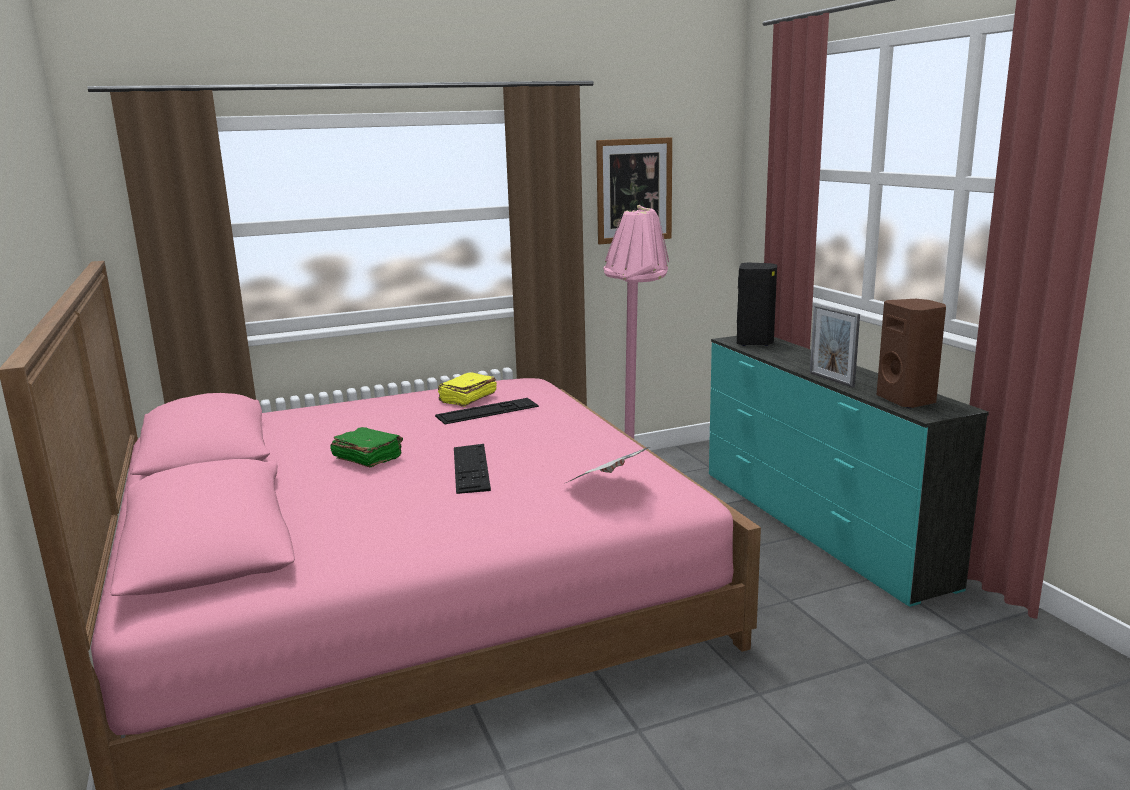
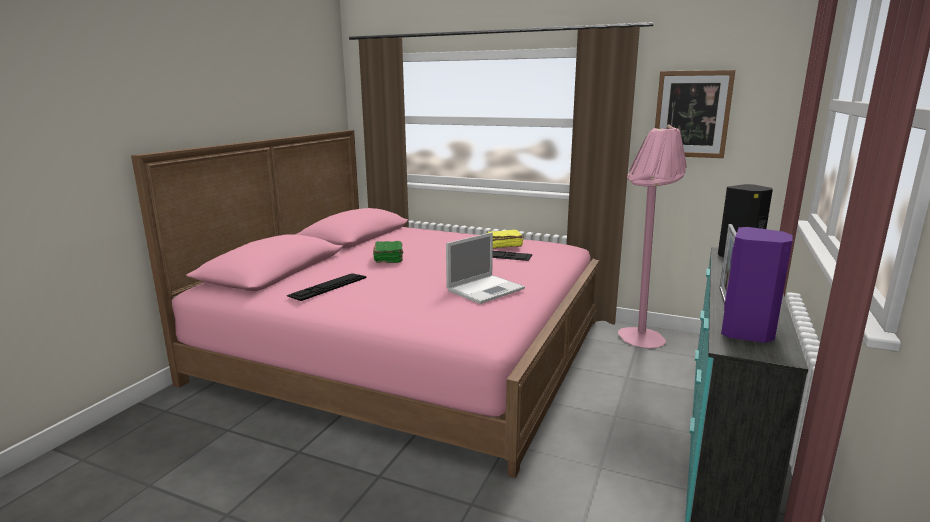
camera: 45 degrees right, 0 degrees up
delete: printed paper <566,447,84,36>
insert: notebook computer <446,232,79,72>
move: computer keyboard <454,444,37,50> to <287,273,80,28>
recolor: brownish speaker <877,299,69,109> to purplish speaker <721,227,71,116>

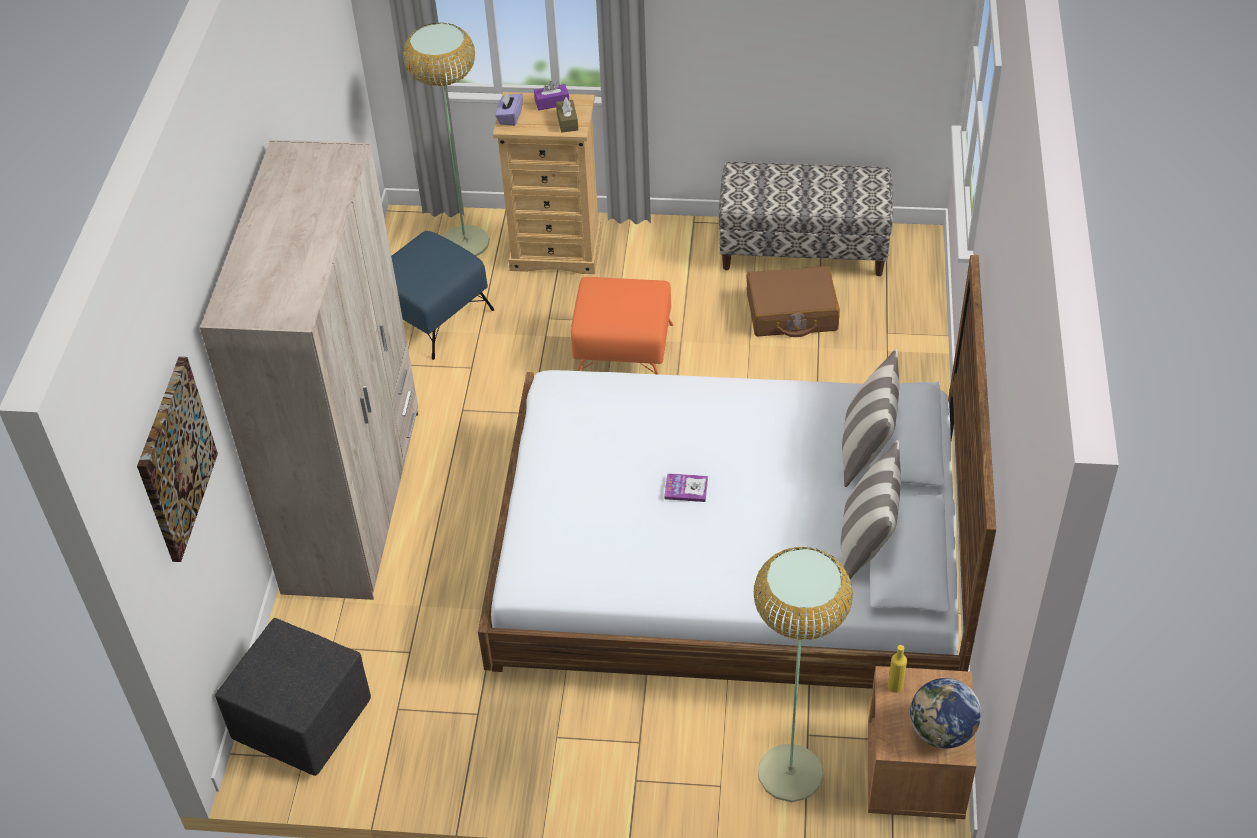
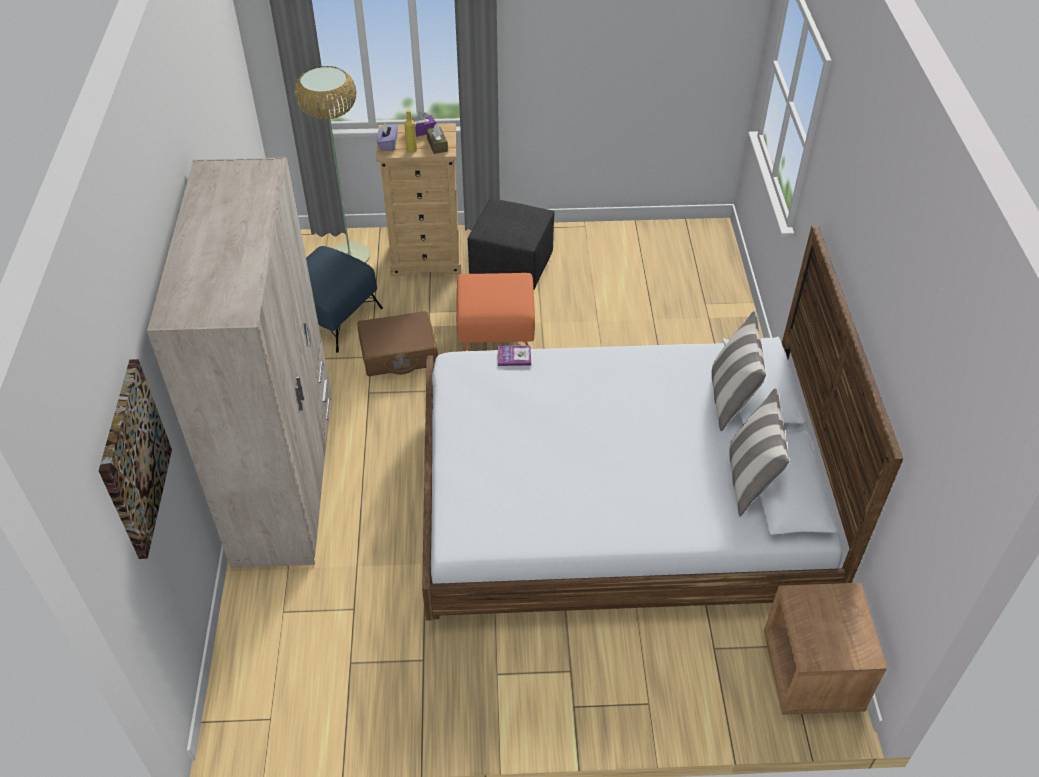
camera: 10 degrees left, 0 degrees up
delete: bench <719,162,174,114>; floor lamp <753,547,100,255>; world globe <910,678,71,70>
move: blackish pouffe <215,618,156,158> to <468,198,87,91>; volume <664,473,44,29> to <498,345,33,21>; brownish travel case <746,266,94,71> to <357,311,81,65>; yellow bottle <888,645,19,48> to <404,110,13,43>

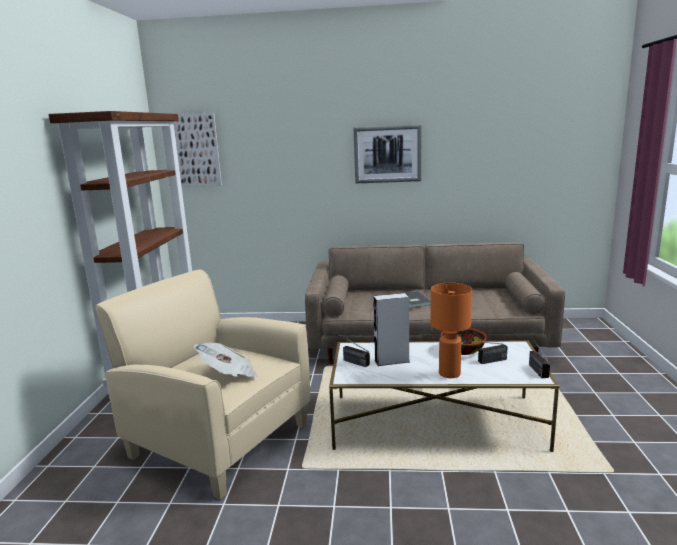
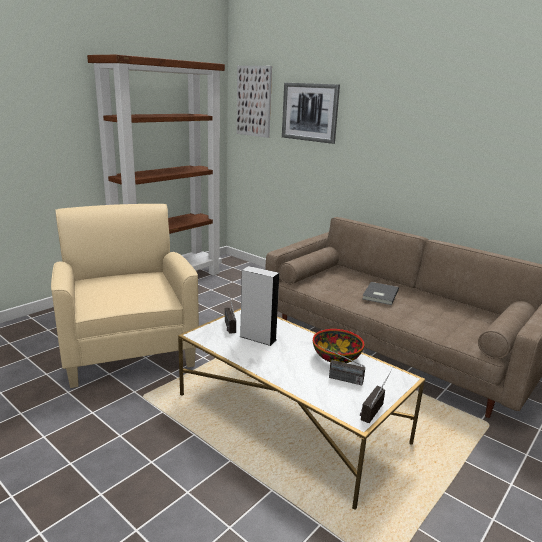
camera: 35 degrees right, 5 degrees up
delete: printed paper <194,343,63,34>; orange-coloured lamp for a table <431,283,41,95>
move: picture <354,125,67,58> to <282,83,58,61>

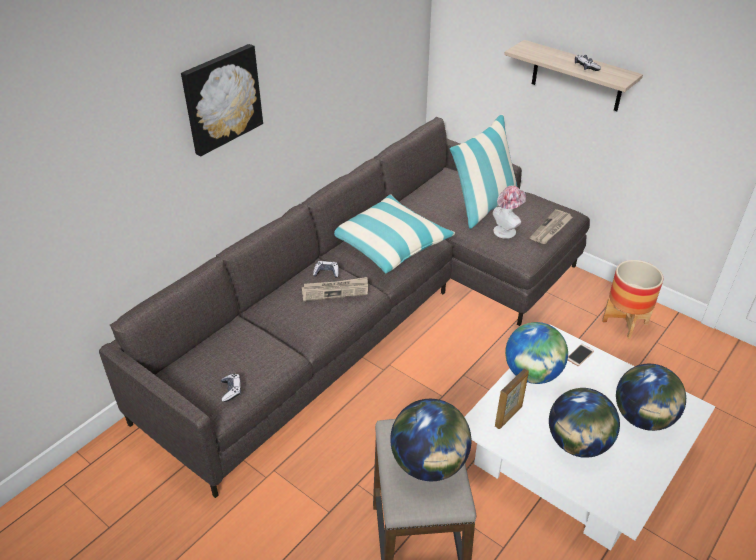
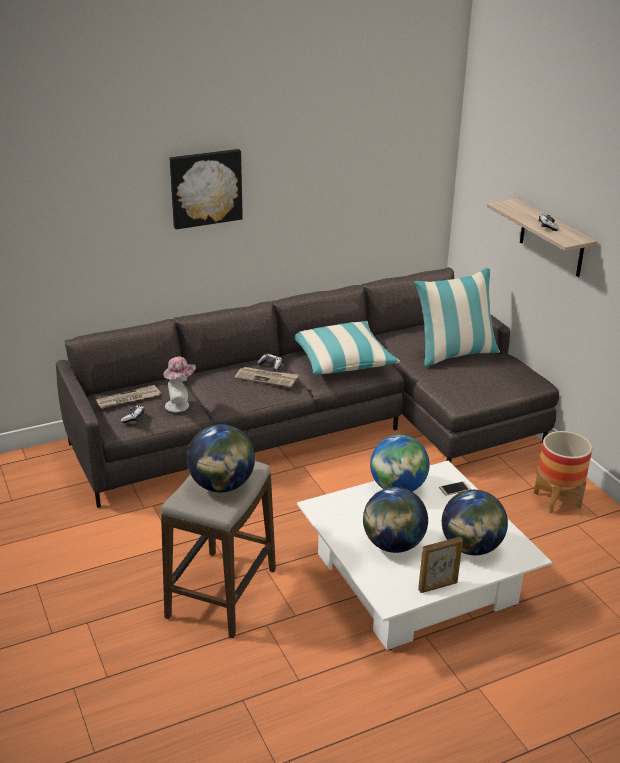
camera: 25 degrees right, 10 degrees down
move: wearable hat <493,186,33,53> to <164,356,32,57>; standing frame <495,368,34,61> to <418,537,45,56>; printed paper <530,209,43,35> to <96,385,65,24>

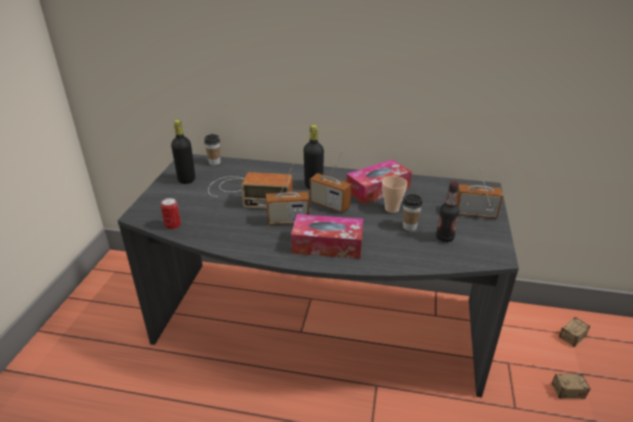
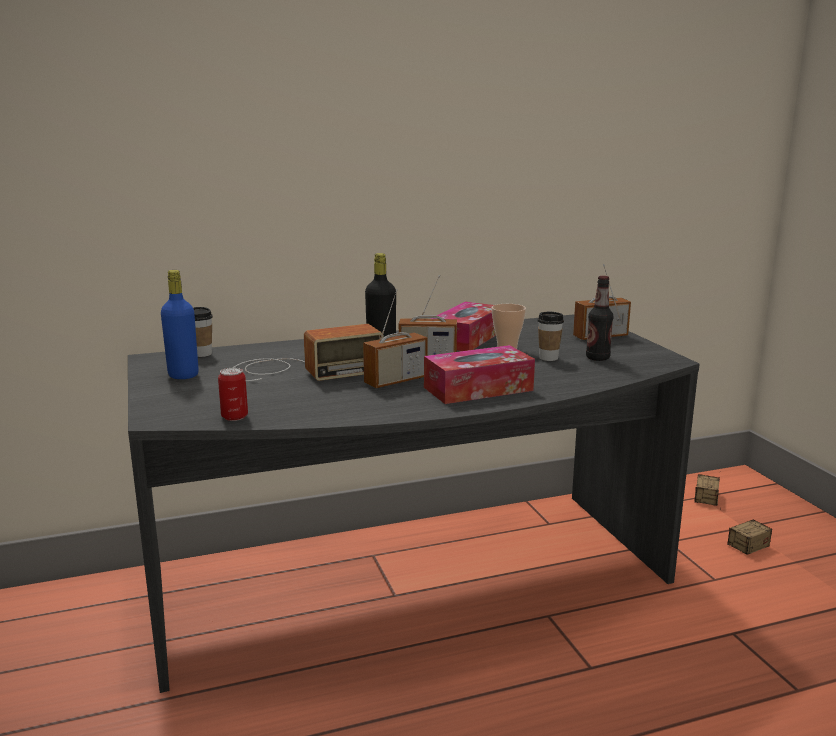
camera: 30 degrees left, 15 degrees down
recolor: blackish bottle <171,120,24,64> to blue bottle <161,270,38,109>

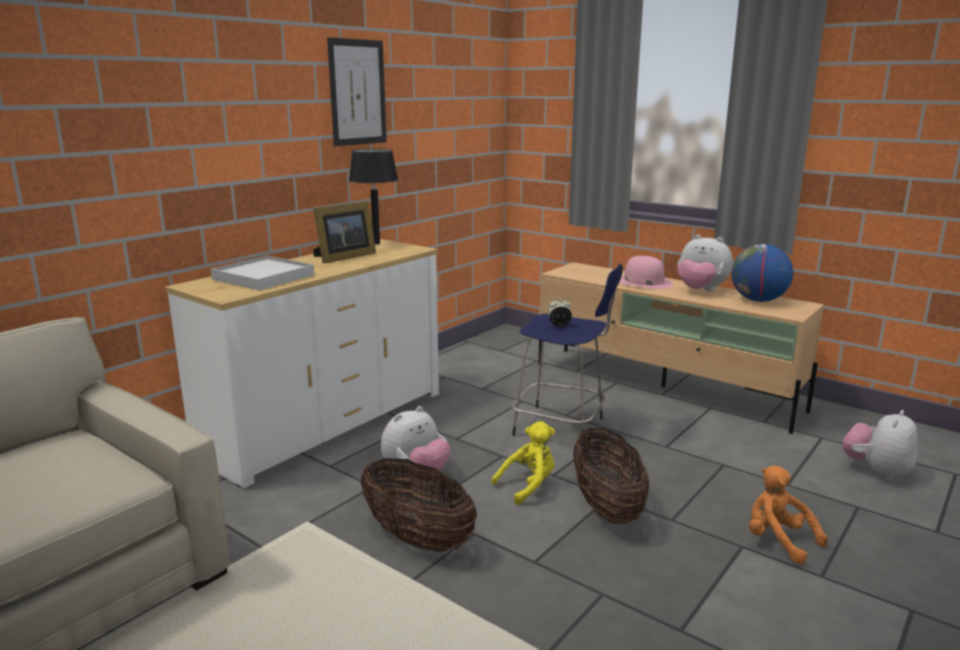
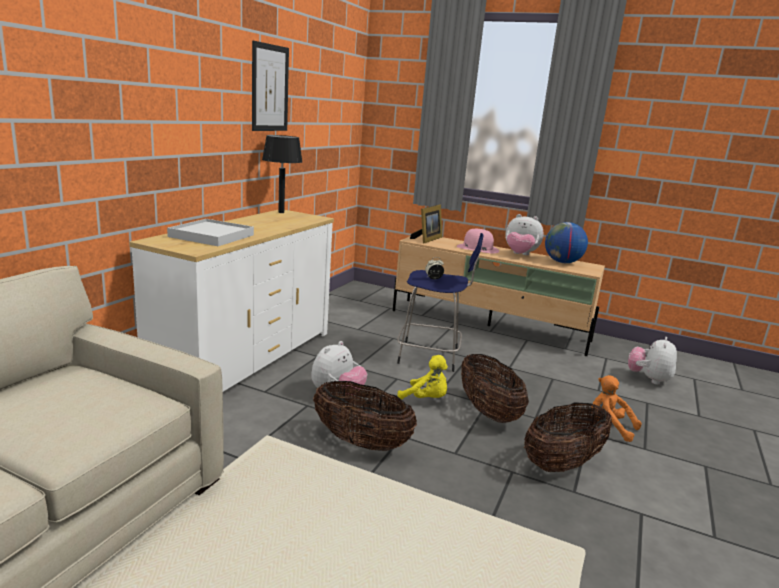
camera: 15 degrees left, 0 degrees up
insert: storage basket <524,402,88,70>
move: standing frame <313,201,63,63> to <410,204,32,40>
rotate: yellow plush toy <491,421,64,84> = <397,355,51,45> 75 degrees clockwise

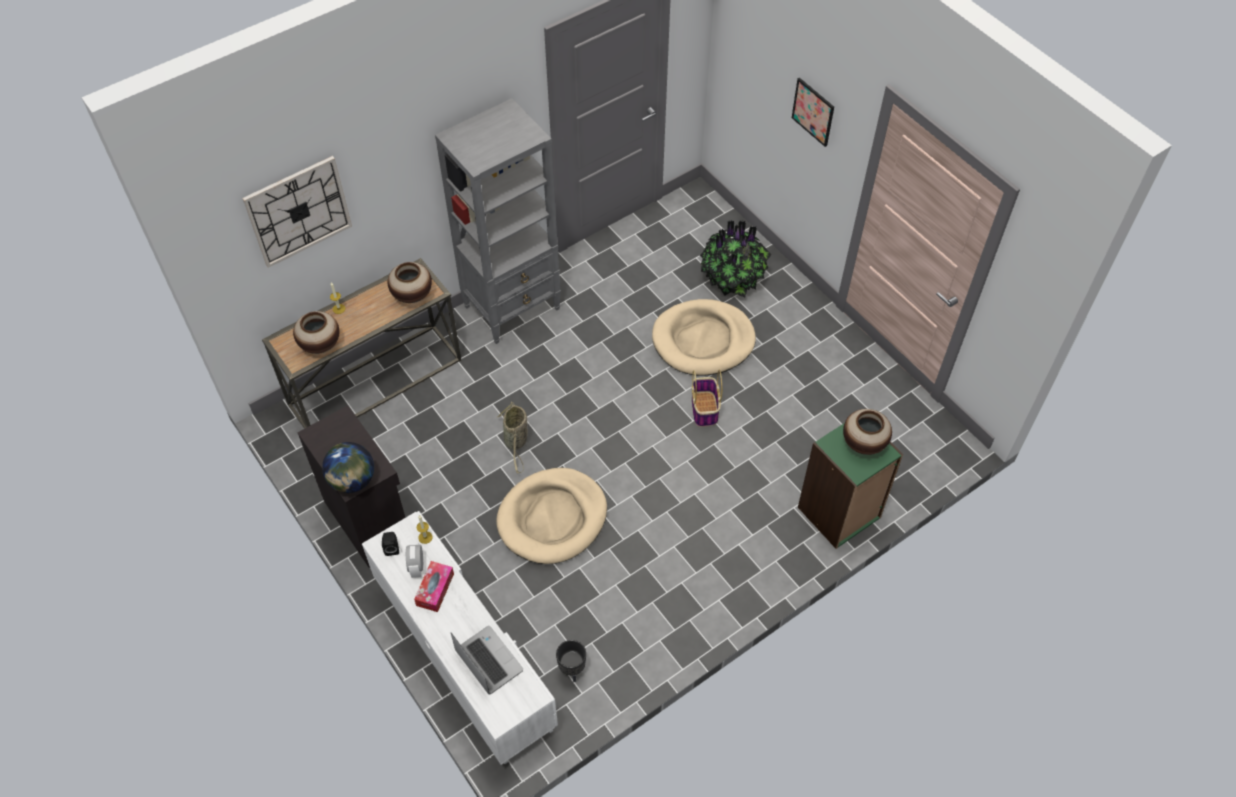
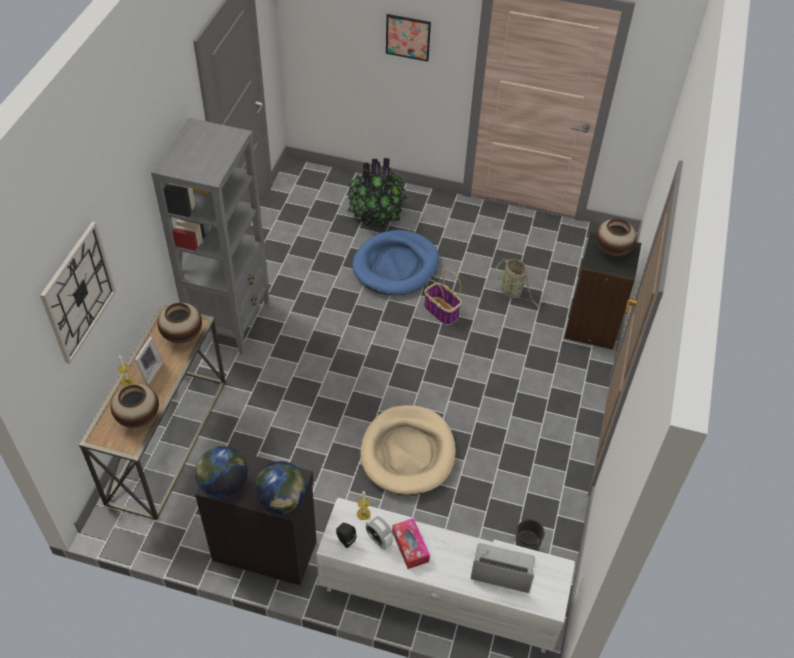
camera: 40 degrees left, 5 degrees down
insert: standing frame <135,337,28,48>; world globe <195,446,53,53>
move: storage basket <497,402,31,71> to <487,259,53,49>
recolor: sand-coloured dog bed <652,299,104,77> to blue dog bed <352,230,87,65>; green bookcase <798,423,105,126> to blackish bookcase <564,232,78,118>

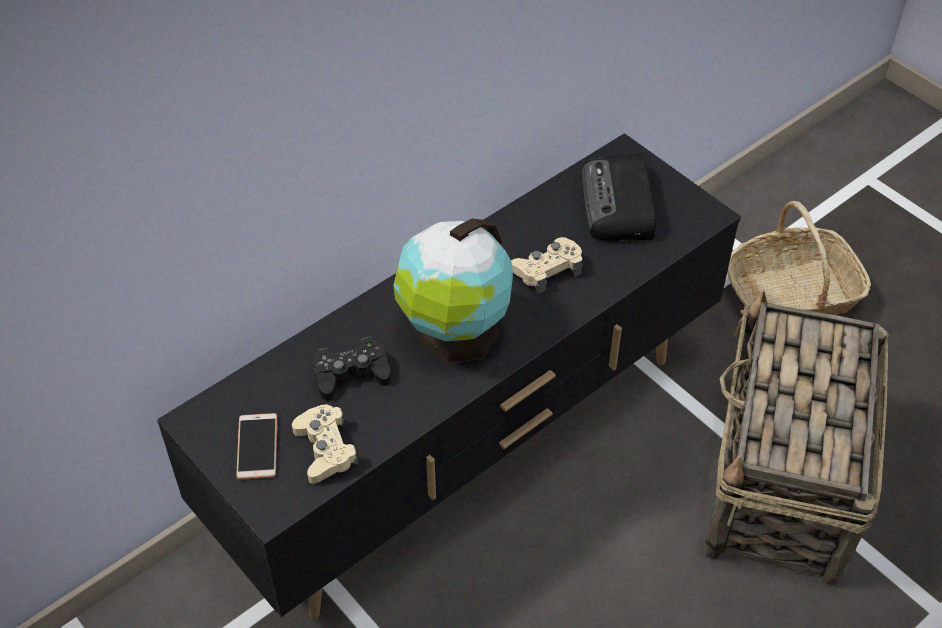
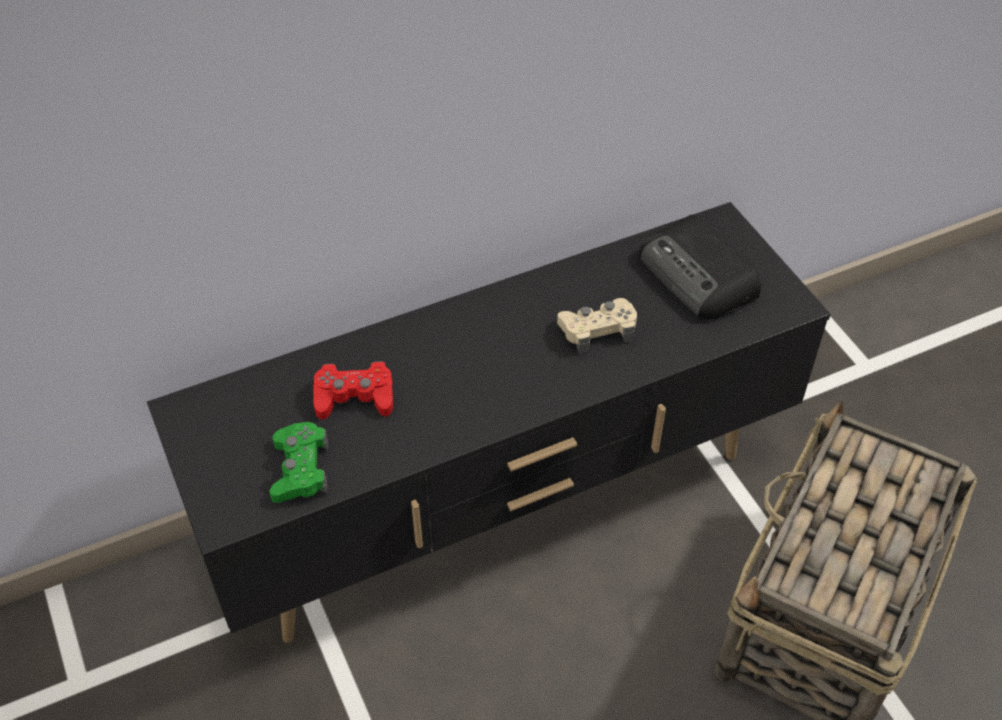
camera: 15 degrees right, 0 degrees up
delete: handset <236,413,41,67>; world globe <393,218,120,146>; storage basket <727,201,144,114>
recolor: sand-coloured joypad <292,405,66,79> to green joypad <269,422,59,81>; blackish joypad <313,336,78,65> to reddish joypad <313,361,80,58>
rotate: radio <582,153,74,89> = <639,215,122,105> 45 degrees counterclockwise

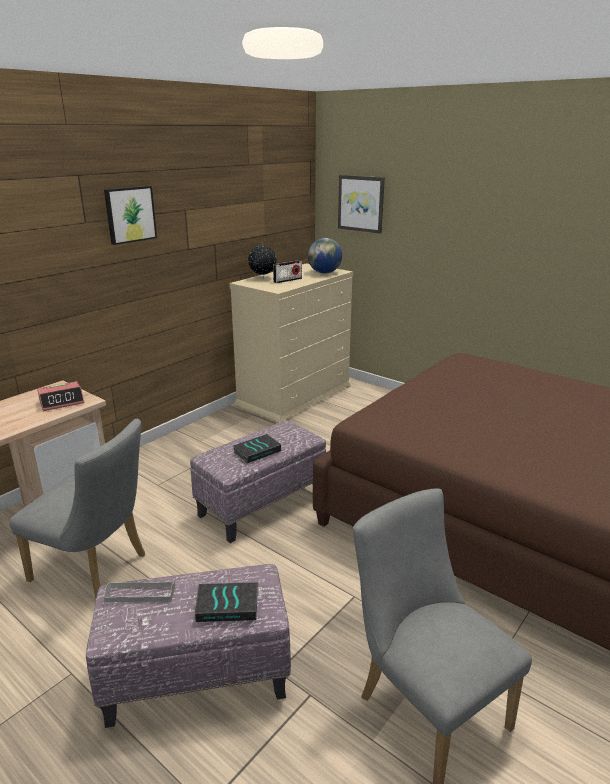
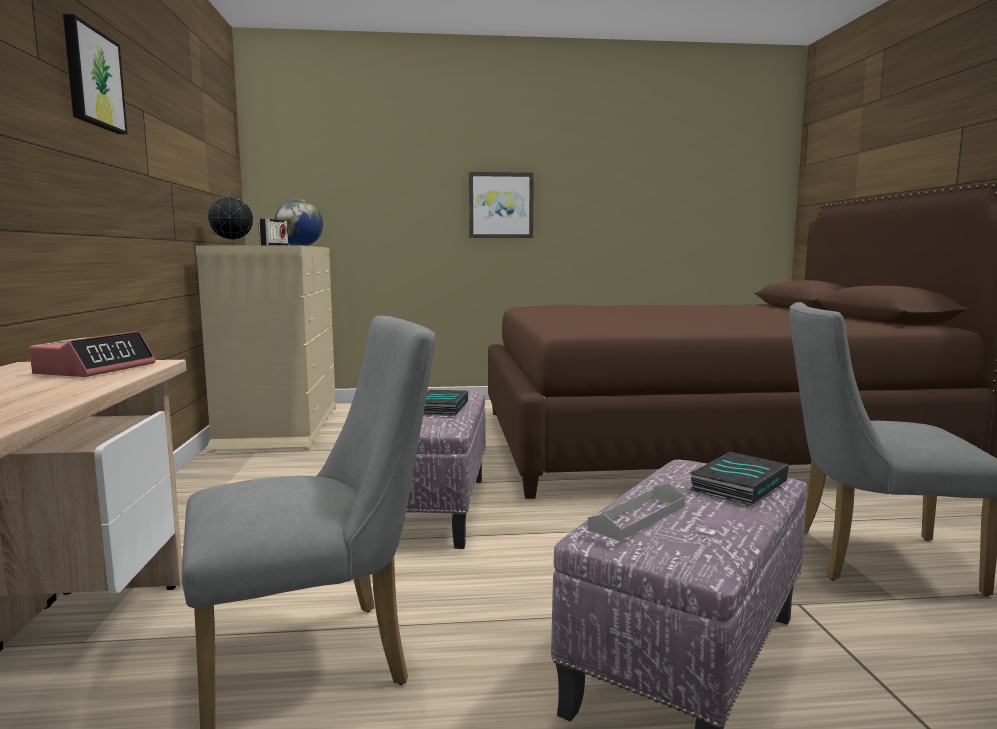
camera: 45 degrees left, 15 degrees down
move: picture <338,175,47,59> to <469,172,65,66>

